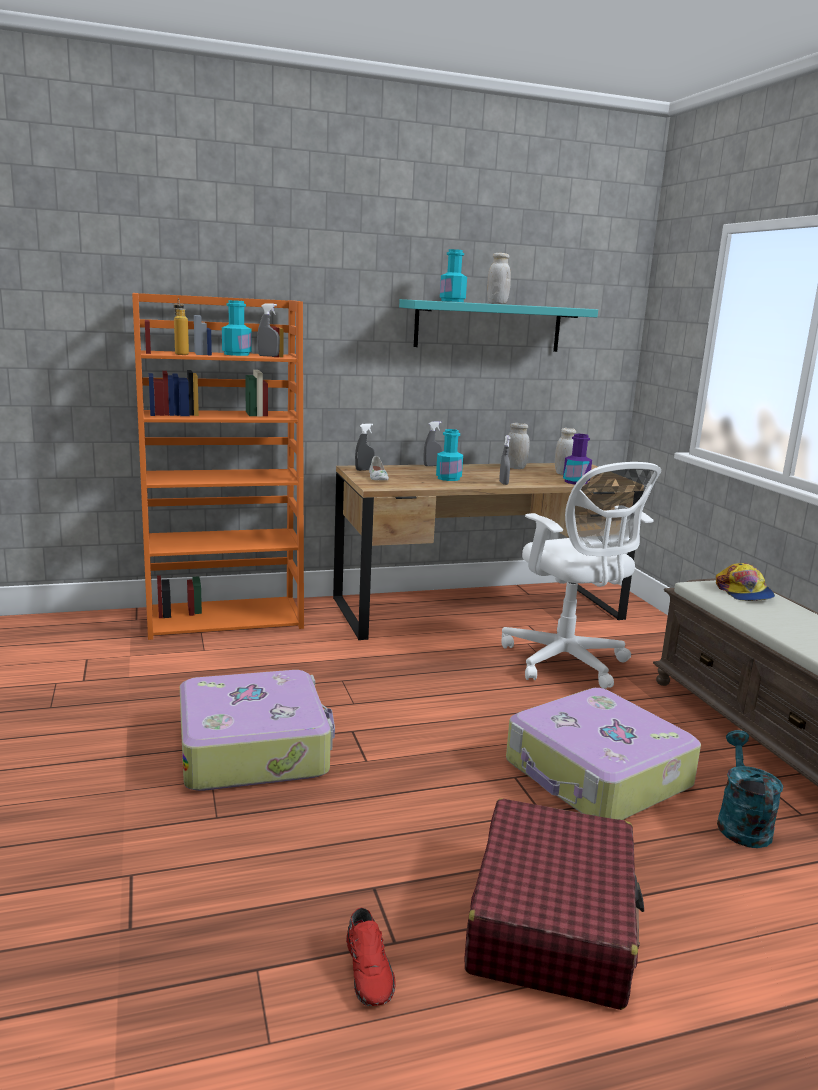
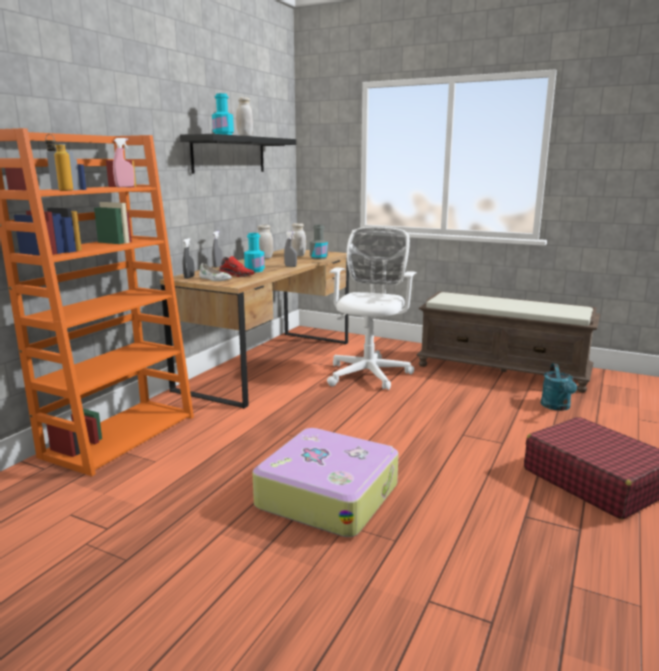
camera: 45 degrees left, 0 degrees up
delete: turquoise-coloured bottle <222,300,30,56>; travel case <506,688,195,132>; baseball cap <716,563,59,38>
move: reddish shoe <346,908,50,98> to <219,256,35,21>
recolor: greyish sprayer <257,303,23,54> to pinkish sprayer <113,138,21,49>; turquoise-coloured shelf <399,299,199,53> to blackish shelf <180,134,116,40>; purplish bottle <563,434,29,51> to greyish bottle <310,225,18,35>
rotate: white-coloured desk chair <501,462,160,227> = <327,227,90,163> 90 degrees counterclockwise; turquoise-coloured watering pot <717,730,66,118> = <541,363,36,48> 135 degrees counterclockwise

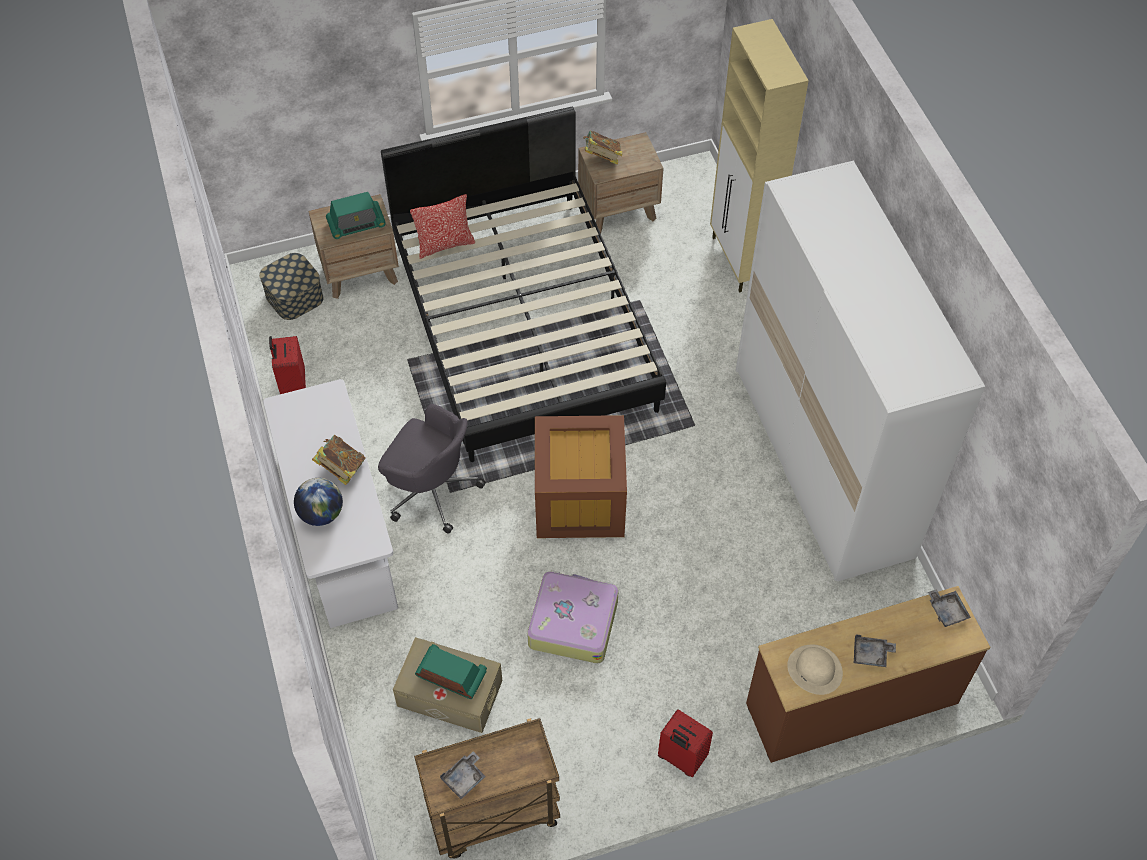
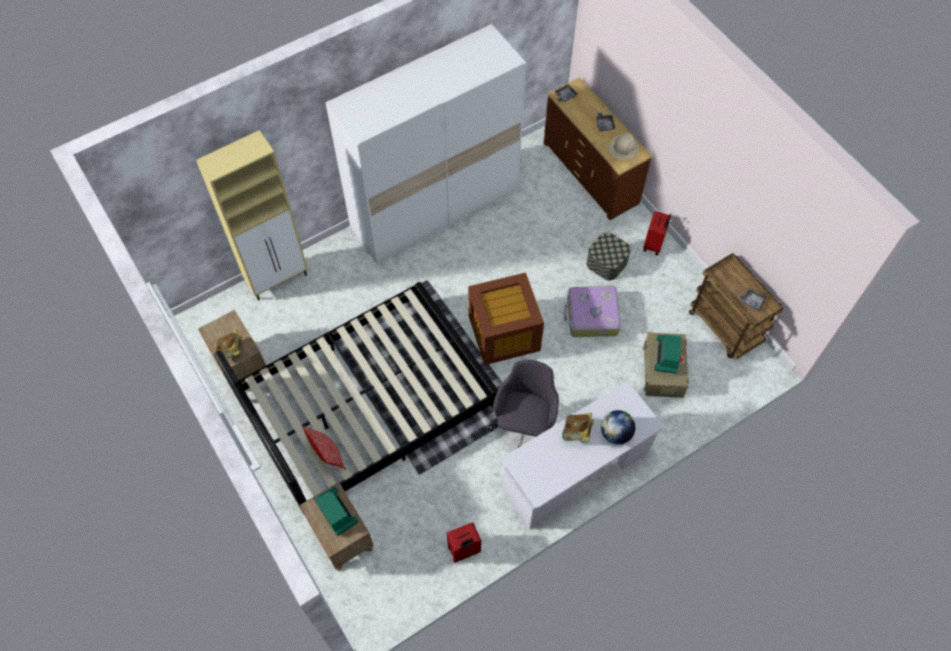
camera: 105 degrees left, 5 degrees up
move: storage box <259,253,65,67> to <586,232,45,48>

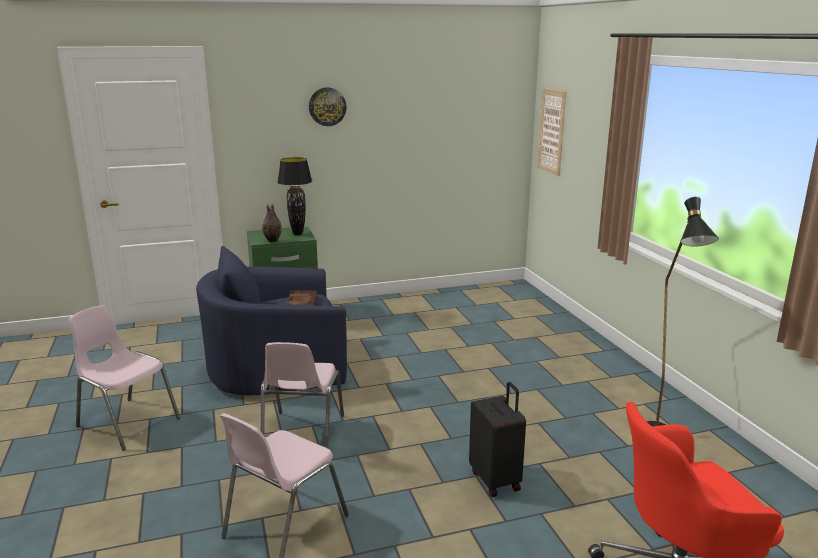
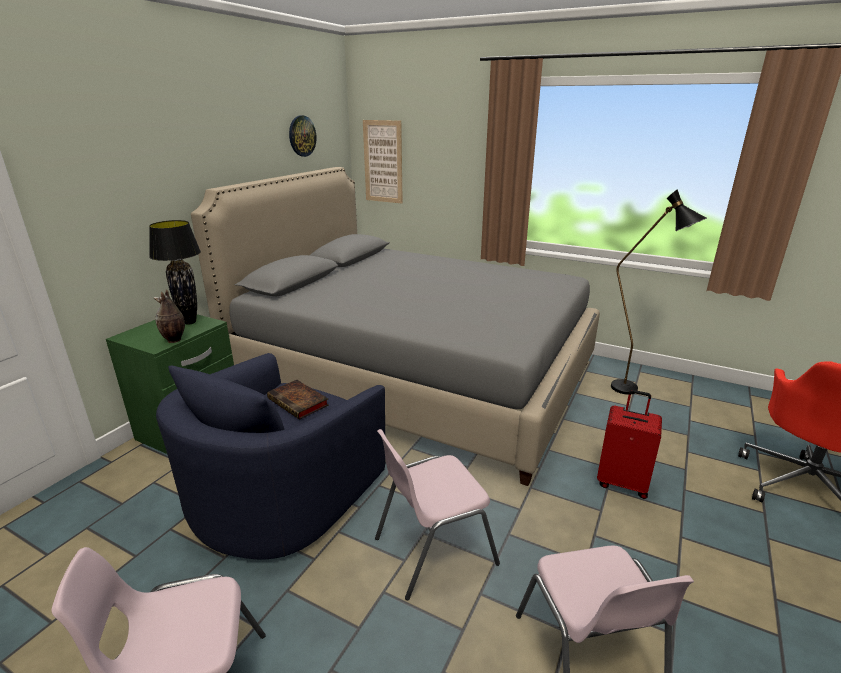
camera: 45 degrees left, 5 degrees up
insert: greyish bed <191,167,409,319>
move: hanging clock <309,87,38,39> to <289,116,28,41>
recolor: blackish travel case <469,382,57,115> to reddish travel case <597,390,65,109>
rotate: pinkish upright chair <261,342,83,106> = <375,429,125,171> 105 degrees clockwise

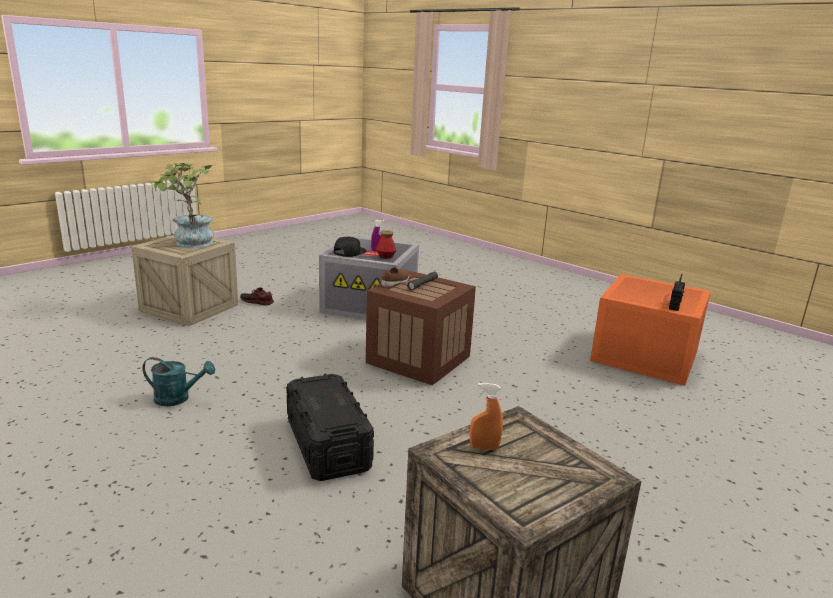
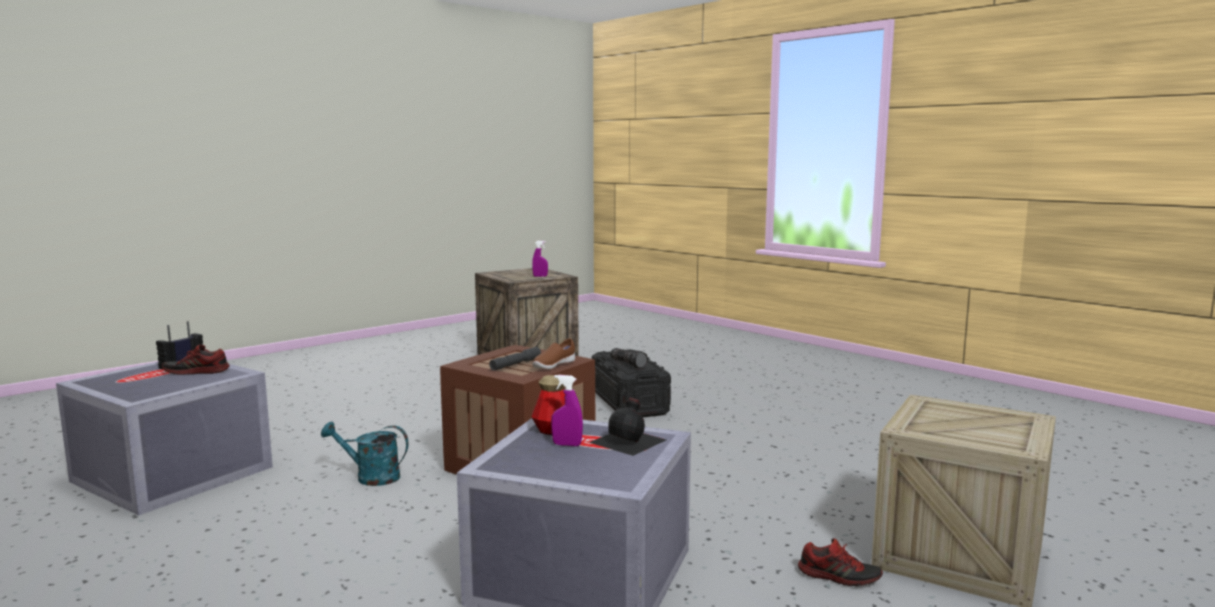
camera: 175 degrees left, 10 degrees down
delete: potted plant <149,163,67,85>
insert: shoe <162,345,68,30>; torch <610,348,39,20>
move: turquoise-coloured watering pot <142,357,73,49> to <321,421,88,65>
replace: blackish baseball cap <334,237,33,20> to blackish bottle <589,398,77,58>
recolor: orange-coloured sprayer <470,383,33,67> to purplish sprayer <532,241,16,36>; orange-coloured storage box <590,274,121,111> to greyish storage box <56,362,217,154>

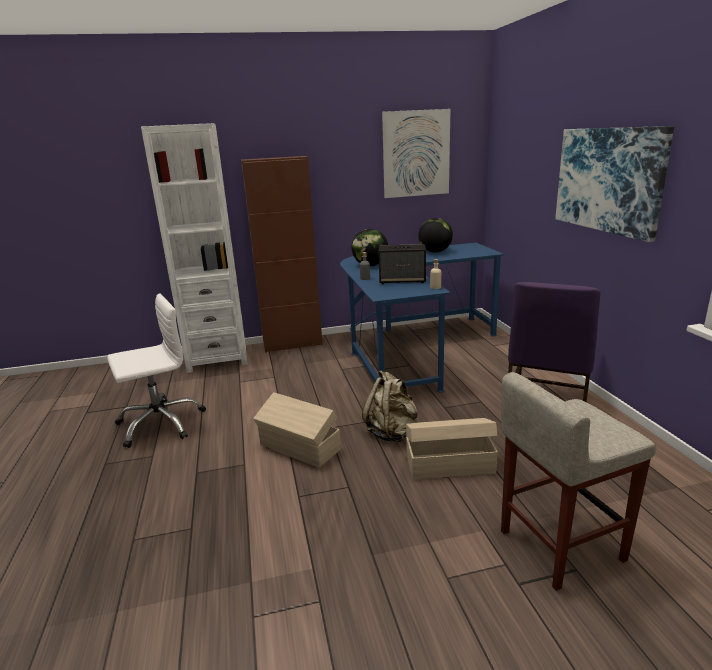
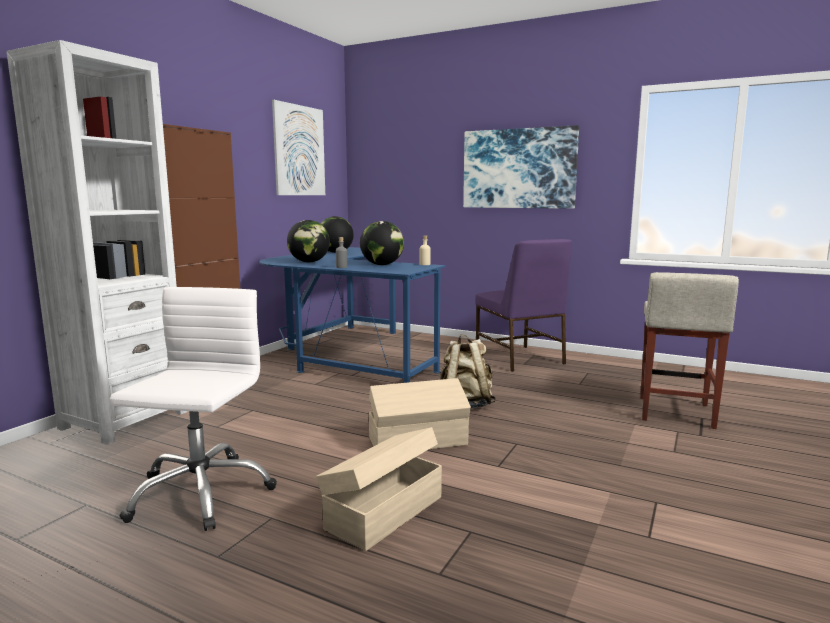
camera: 50 degrees left, 10 degrees down
move: sand-coloured storage box <406,418,92,62> to <316,427,126,124>
replace: speaker <378,244,48,40> to world globe <360,221,44,44>

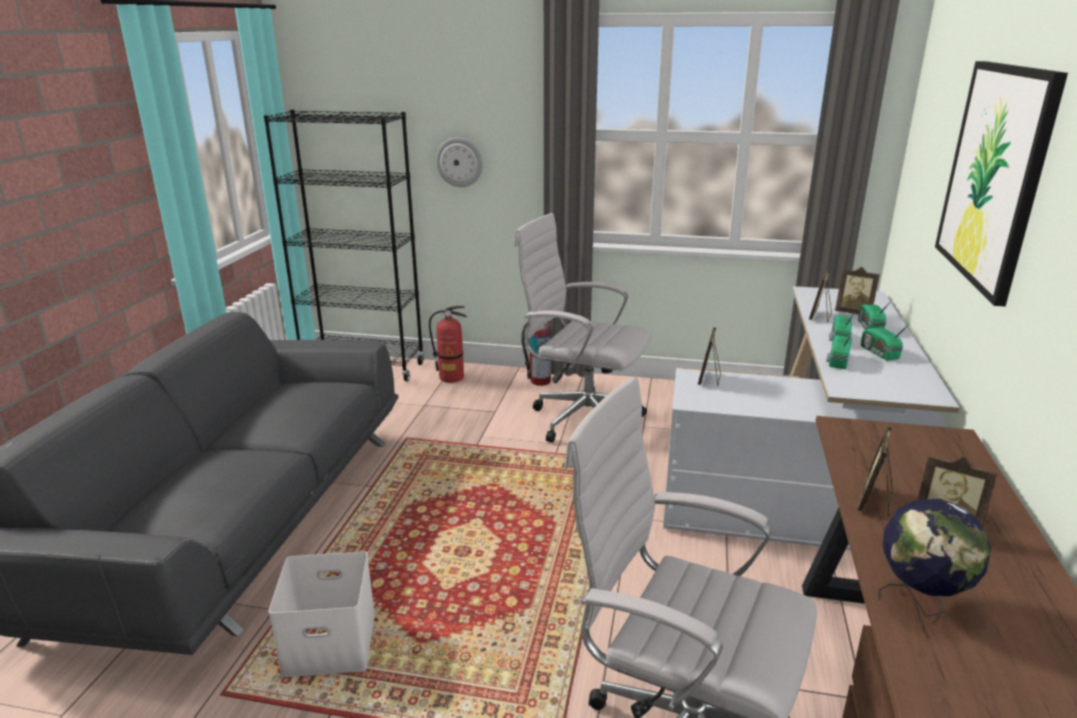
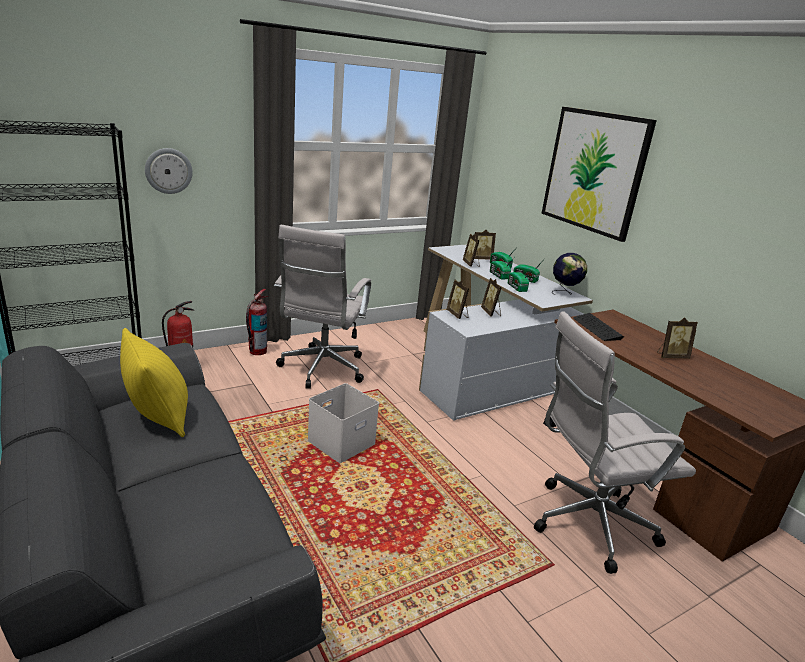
camera: 45 degrees left, 0 degrees up
insert: yellow pillow <120,328,68,109>; computer keyboard <573,313,51,28>
move: white-coloured storage box <268,551,107,126> to <308,383,71,80>; standing frame <858,426,35,90> to <481,278,21,39>; world globe <878,498,113,119> to <552,253,35,42>
rotate: white-coloured desk chair <514,213,138,230> = <274,225,97,164> 60 degrees counterclockwise

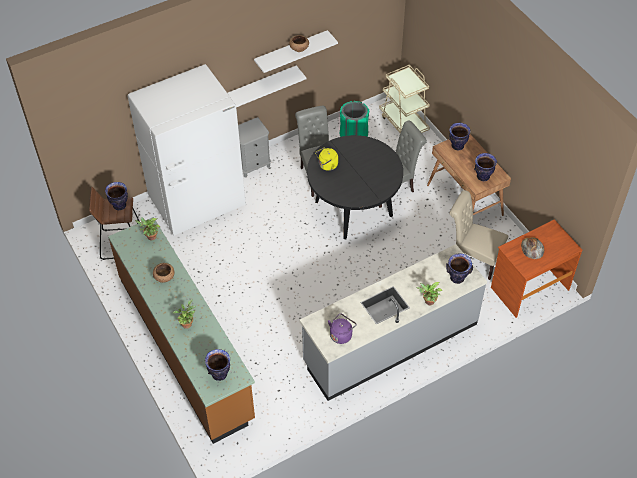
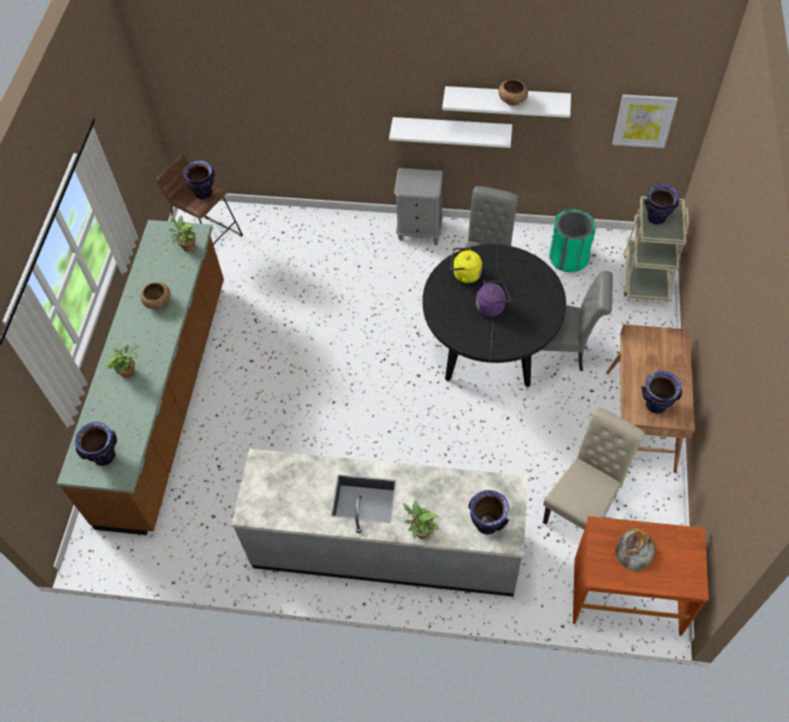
camera: 40 degrees right, 5 degrees up
delete: white-coloured refrigerator <127,64,119,172>
insert: picture <612,94,66,54>
move: purplish kettle <328,314,29,30> to <476,279,35,38>; decorative vase <449,123,22,27> to <643,184,36,41>
rotate: sand-coloured upright chair <450,190,58,90> = <543,407,102,123> 60 degrees clockwise

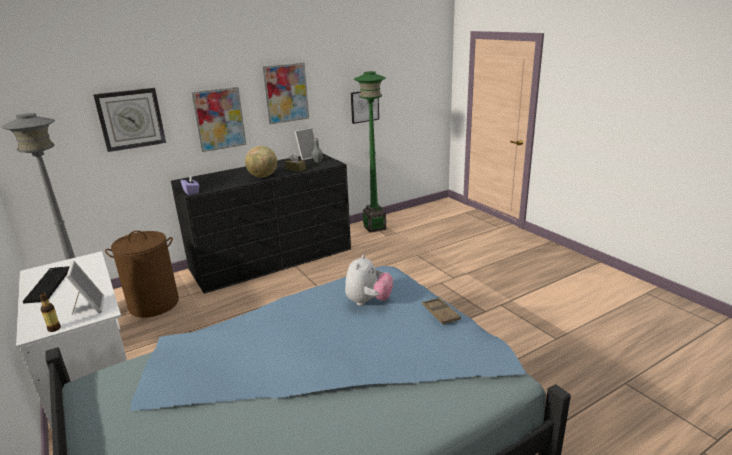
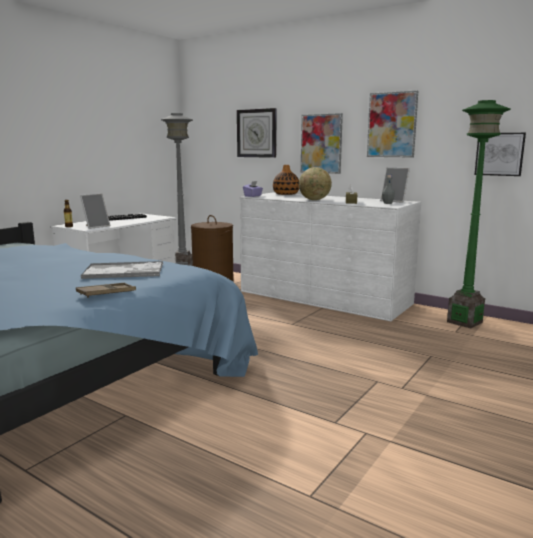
camera: 65 degrees right, 10 degrees down
insert: decorative vase <273,165,26,30>
replace: plush toy <345,255,48,51> to tray <81,261,82,18>
recolor: blackish dresser <171,154,180,140> to white-coloured dresser <240,192,181,129>

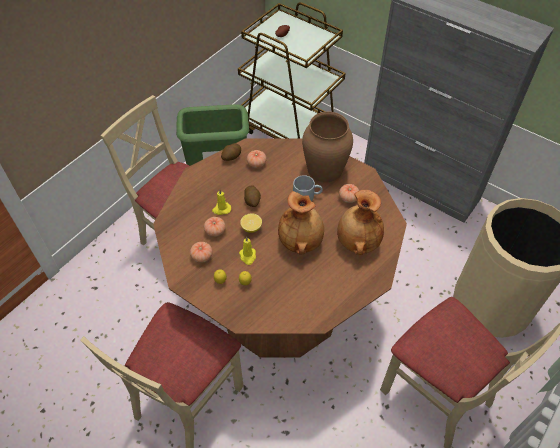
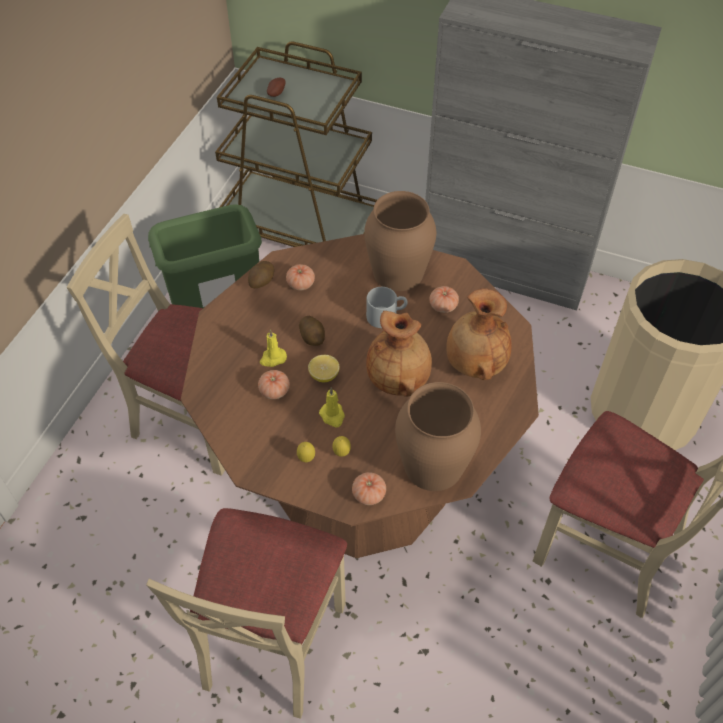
camera: 15 degrees left, 0 degrees up
insert: brownish decorative vase <395,382,86,109>
move: tomato <190,242,23,21> to <352,472,34,33>

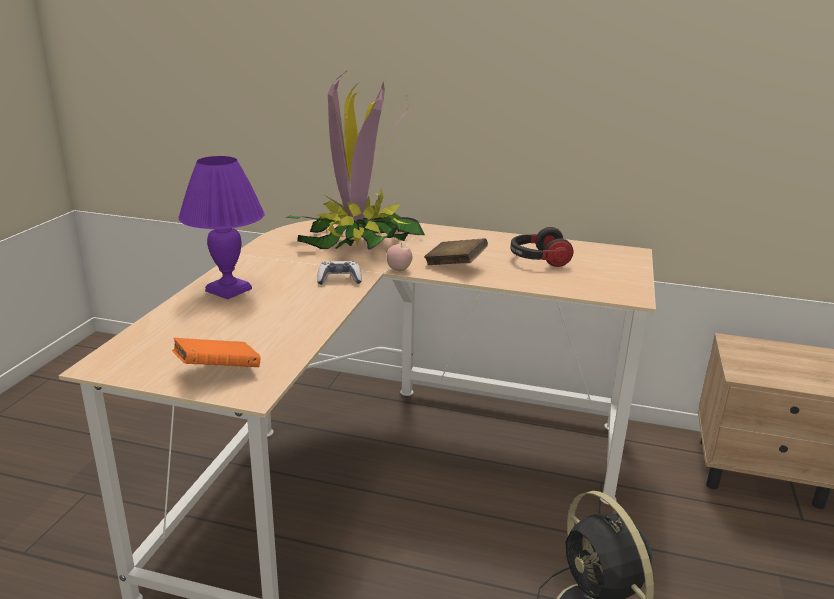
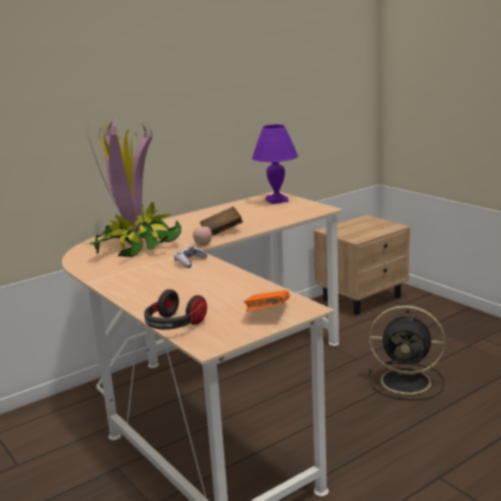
camera: 50 degrees left, 5 degrees down
move: purplish lamp for a table <178,156,87,143> to <252,125,46,79>; headset <510,227,63,40> to <144,289,63,41>

